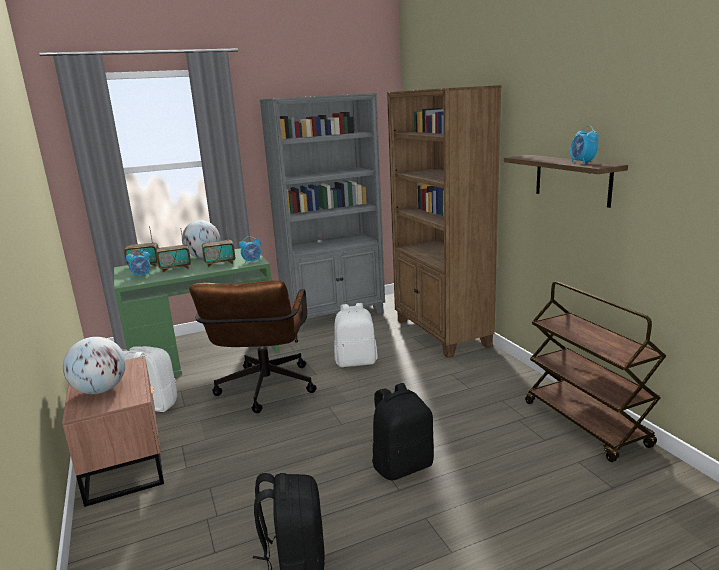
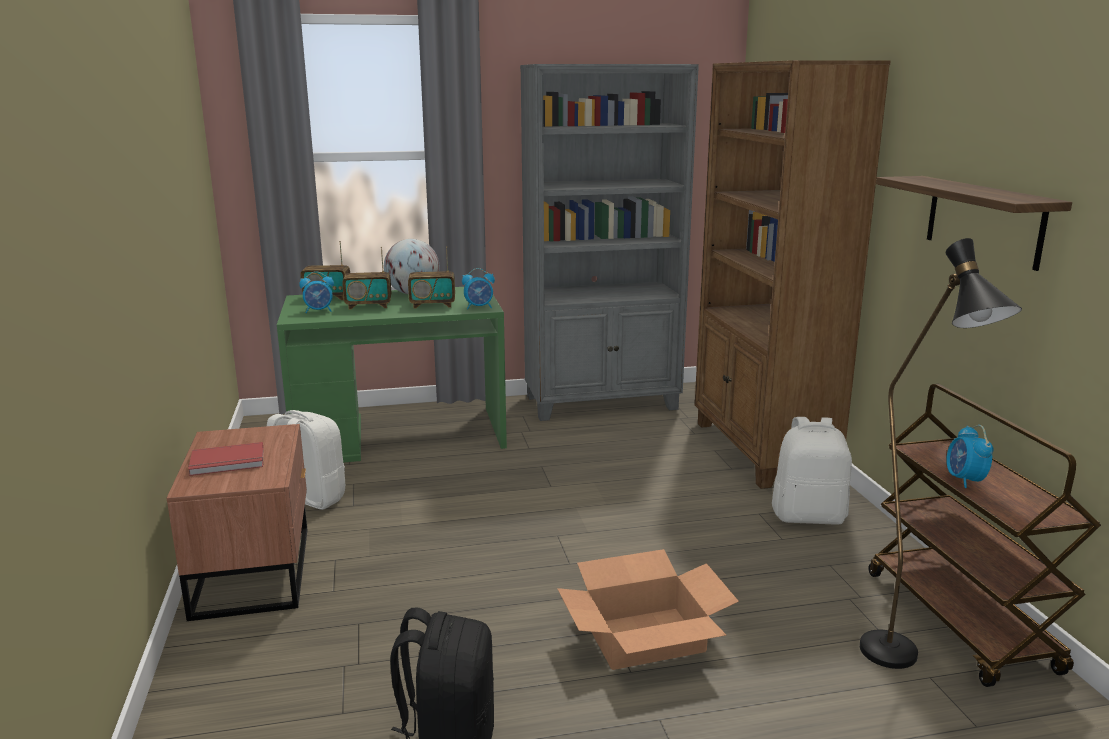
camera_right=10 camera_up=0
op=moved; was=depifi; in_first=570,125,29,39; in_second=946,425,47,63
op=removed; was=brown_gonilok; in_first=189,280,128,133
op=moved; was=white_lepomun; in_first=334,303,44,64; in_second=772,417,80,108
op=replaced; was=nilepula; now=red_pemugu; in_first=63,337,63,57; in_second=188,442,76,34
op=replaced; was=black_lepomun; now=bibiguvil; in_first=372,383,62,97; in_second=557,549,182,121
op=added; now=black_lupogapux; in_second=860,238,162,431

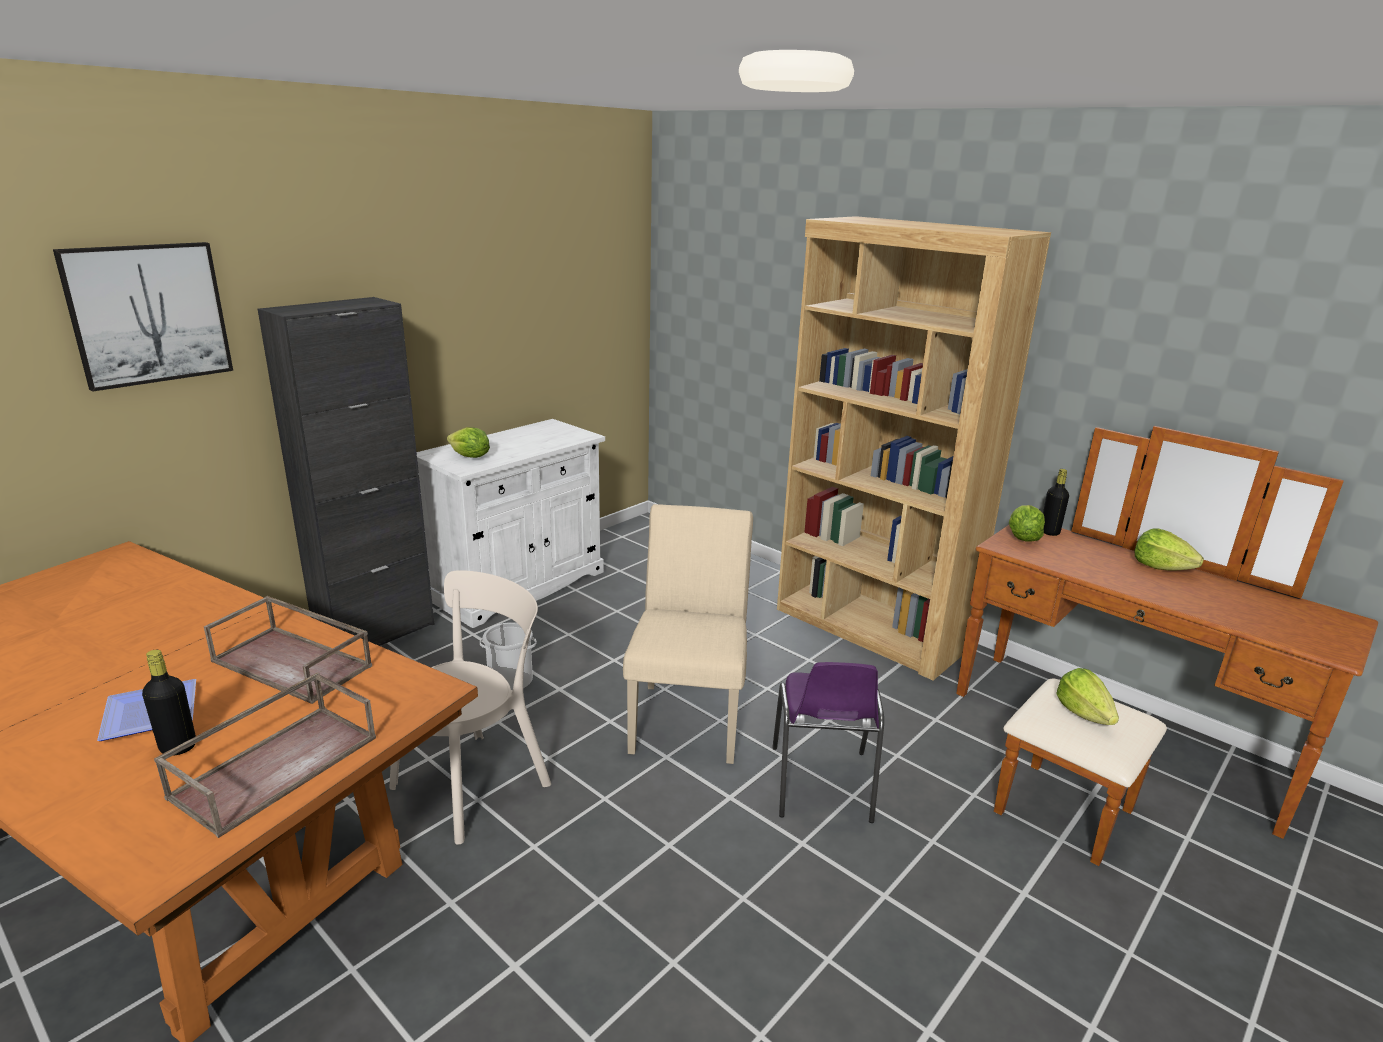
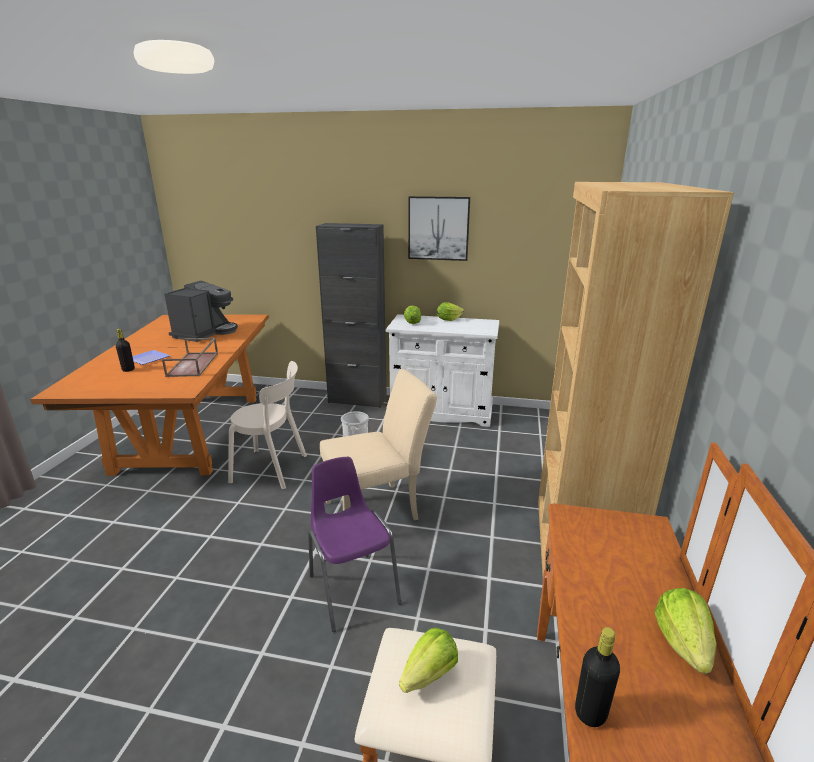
camera_right=60 camera_up=0
op=moved; was=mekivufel; in_first=53,242,180,150; in_second=408,196,62,65
op=moved; was=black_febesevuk; in_first=1043,469,26,67; in_second=575,627,45,100
op=moved; was=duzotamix; in_first=1009,505,36,36; in_second=437,302,27,19
op=turned; was=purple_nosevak; in_first=772,662,112,161; in_second=308,457,93,175; clockwise=90
op=removed; was=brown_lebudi; in_first=154,673,222,165
op=added; now=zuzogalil; in_second=164,280,74,62

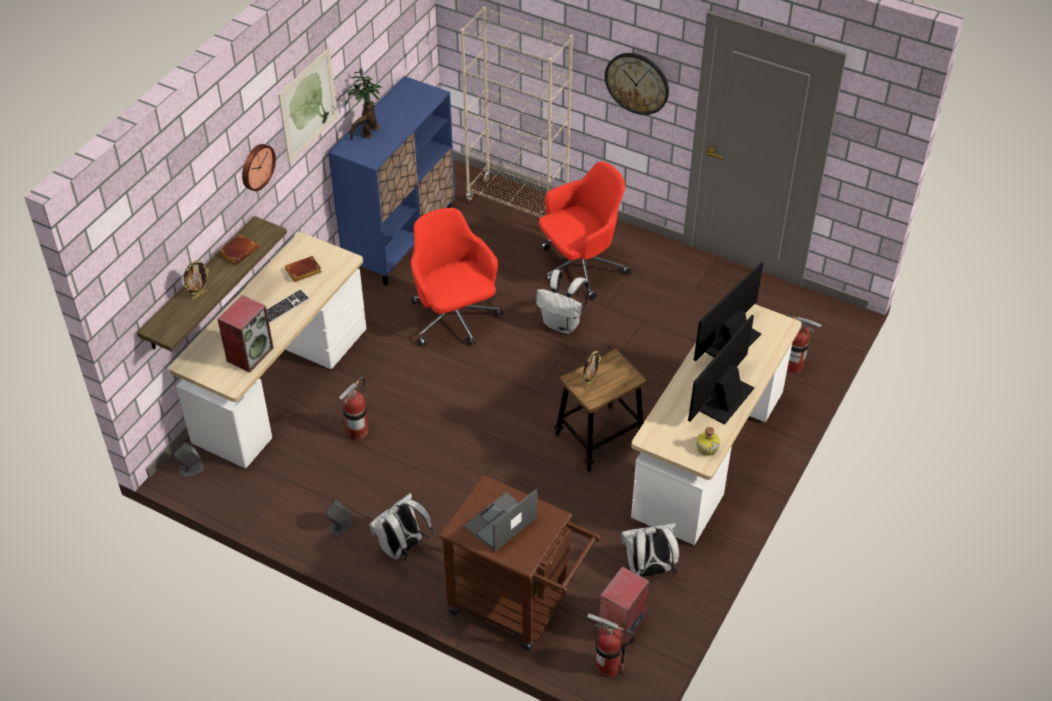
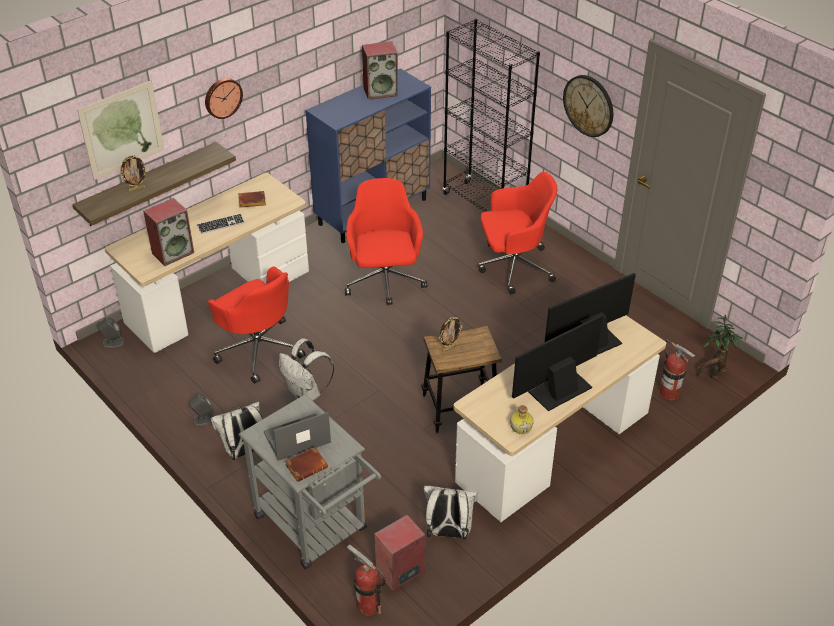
camera_right=20 camera_up=-5
op=recoloured; was=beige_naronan; now=black_naronan; in_first=461,7,112,210; in_second=443,18,97,194
op=moved; was=mekivufel; in_first=278,48,60,116; in_second=77,81,87,99
op=moved; was=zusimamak; in_first=344,68,38,72; in_second=697,315,46,64
op=moved; was=brown_pemugu; in_first=219,234,39,31; in_second=285,447,43,35
op=moved; was=white_lepomun; in_first=536,270,53,64; in_second=279,338,55,63
op=replaced; was=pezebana; now=red_gonilok; in_first=339,377,30,64; in_second=207,266,99,118
op=recoloured; was=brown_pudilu; now=grey_pudilu; in_first=439,475,162,176; in_second=239,394,142,175
op=added; now=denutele; in_second=362,41,36,59

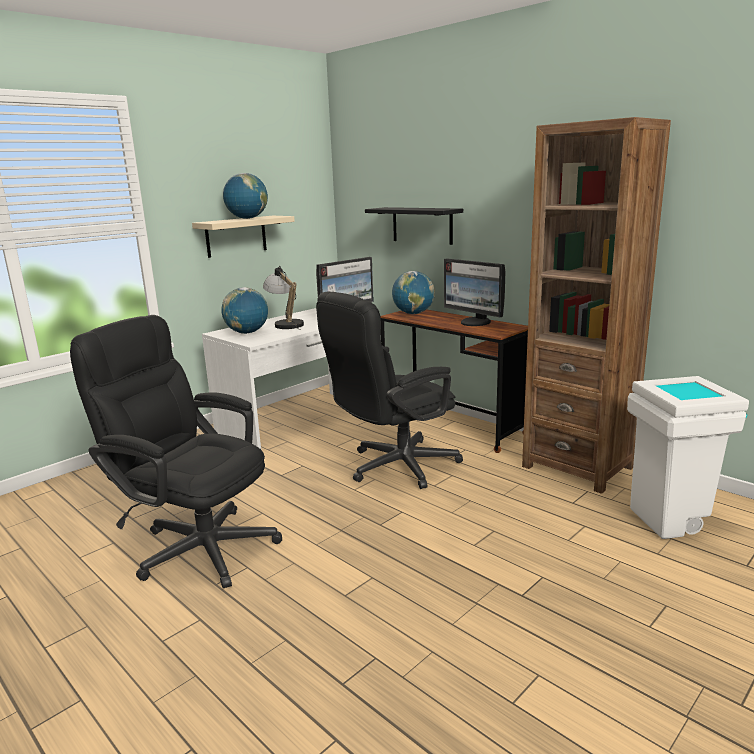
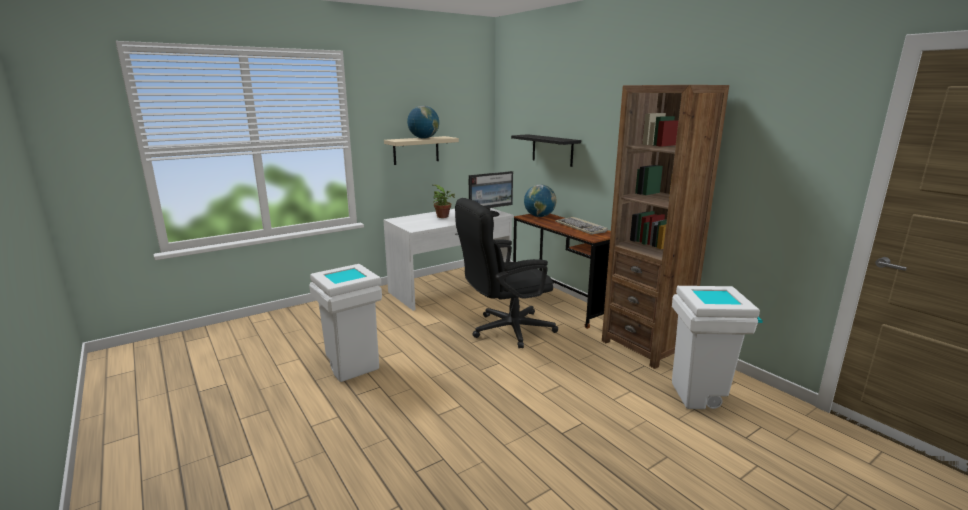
camera_right=10 camera_up=0
op=replaced; was=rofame; now=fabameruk; in_first=444,258,61,68; in_second=555,217,53,18
op=replaced; was=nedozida; now=zusimamak; in_first=263,266,41,64; in_second=432,185,23,33
op=removed; was=nilepula; in_first=221,287,47,47
op=replaced; was=black_gonilok; now=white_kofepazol; in_first=70,315,212,273; in_second=309,264,73,118

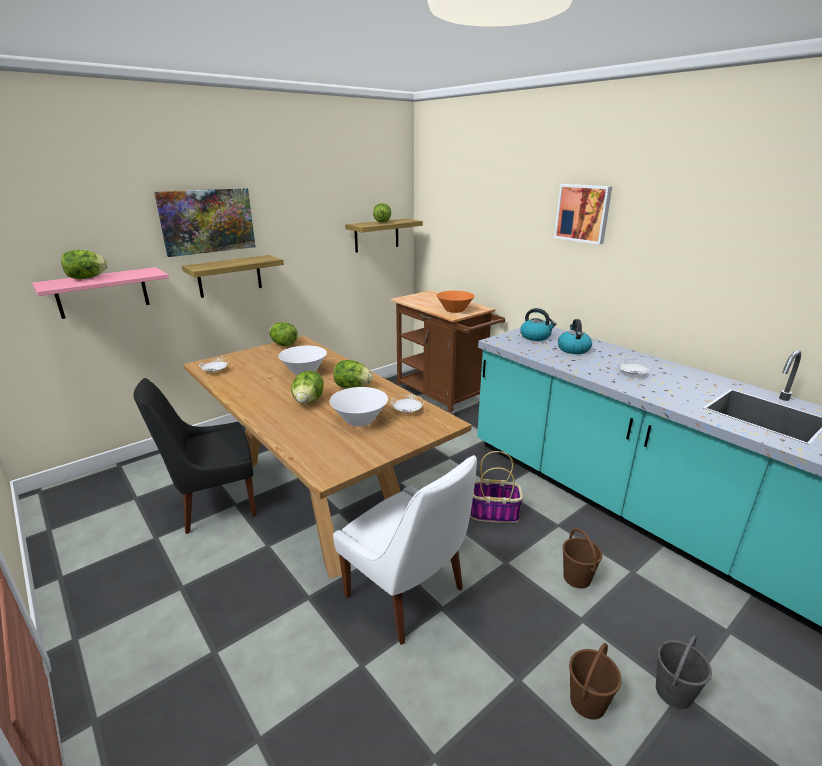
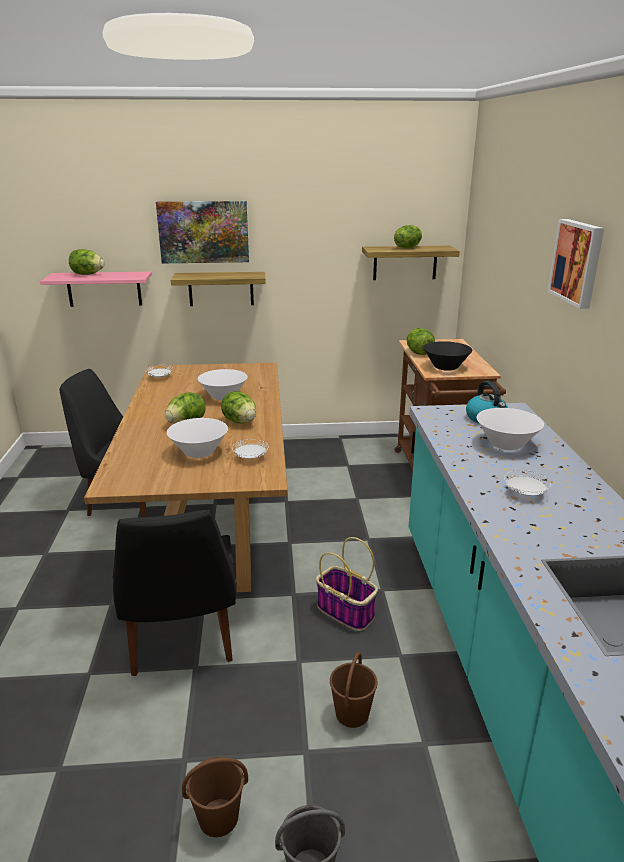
camera_right=35 camera_up=0
op=recoloured; was=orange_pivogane; now=black_pivogane; in_first=437,291,38,22; in_second=423,341,49,30
op=replaced; was=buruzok; now=white_pivogane; in_first=558,319,34,35; in_second=477,408,67,42
op=moved; was=duzotamix; in_first=269,322,29,24; in_second=407,328,28,27
op=recoloured; was=white_nosevak; now=black_nosevak; in_first=333,455,144,190; in_second=113,510,123,166

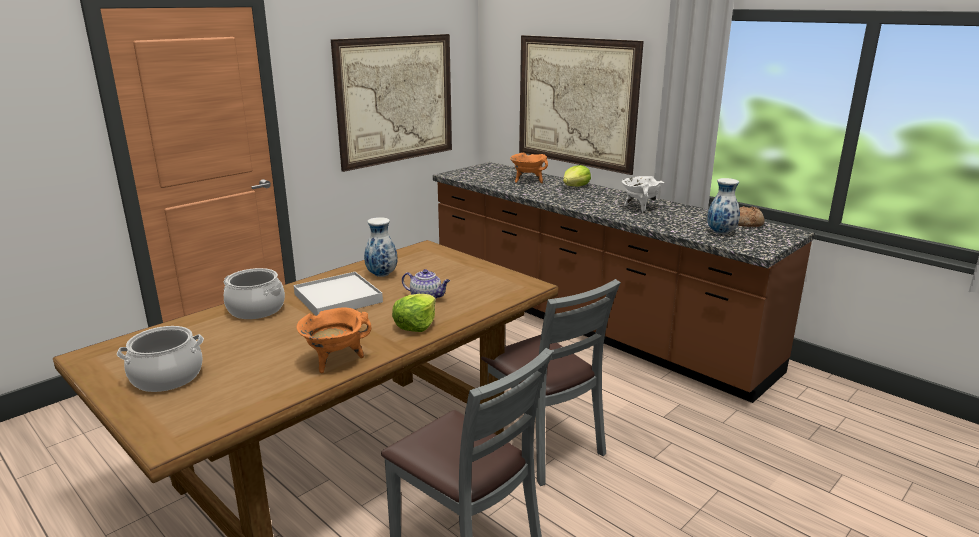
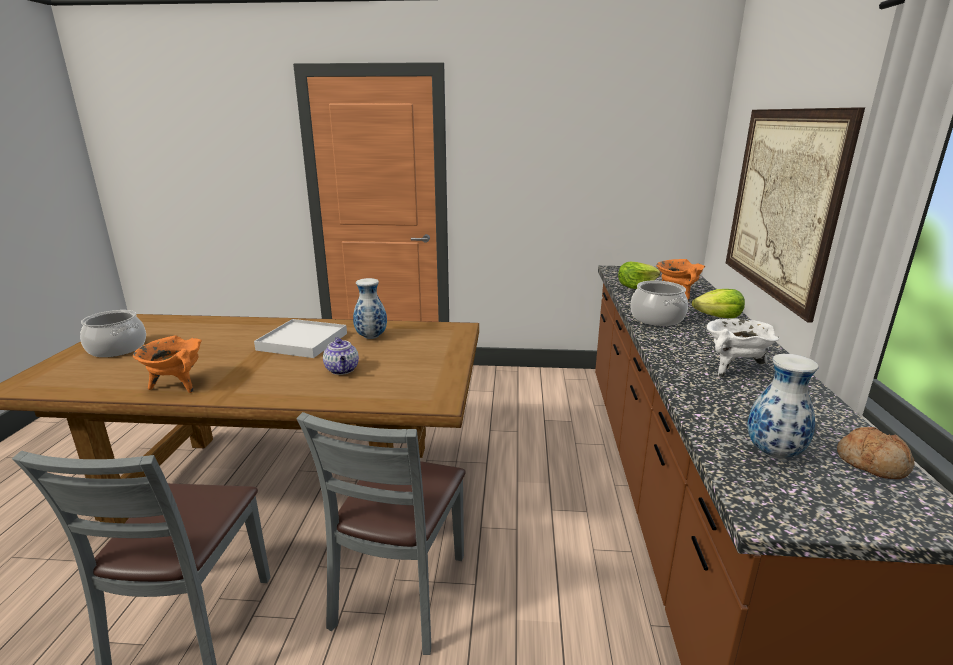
camera_right=50 camera_up=0
op=removed; was=mekivufel; in_first=331,34,121,138
op=moved; was=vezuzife; in_first=224,268,61,51; in_second=630,280,58,46
op=moved; was=duzotamix; in_first=392,294,44,38; in_second=618,262,42,27

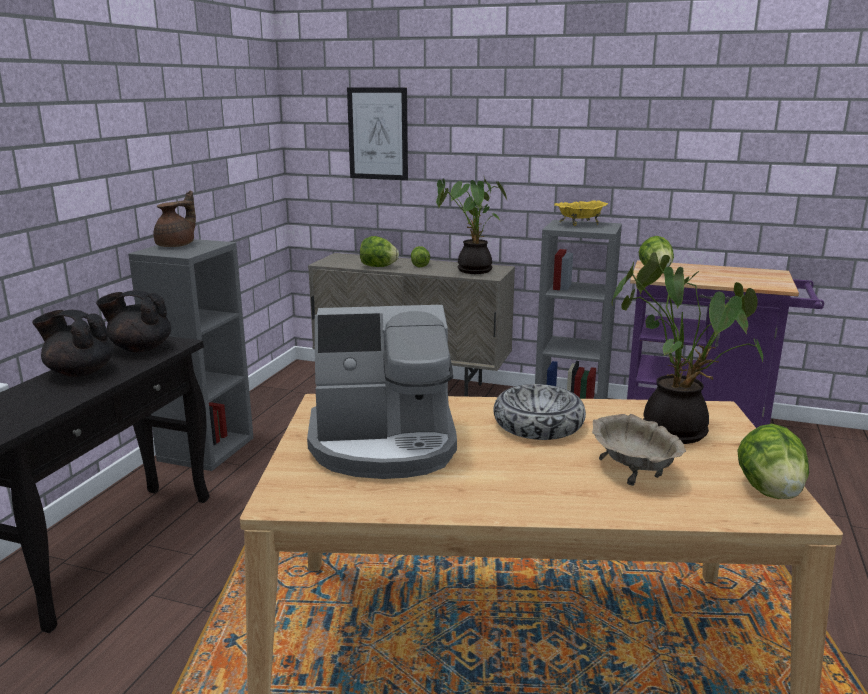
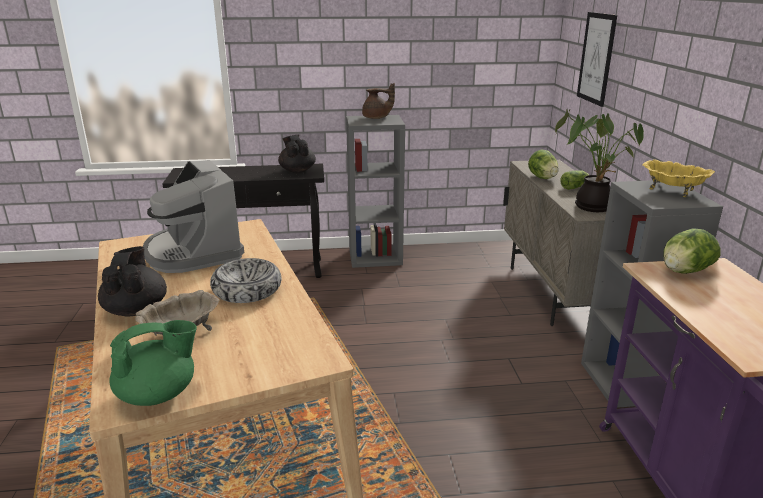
camera_right=65 camera_up=5
op=removed; was=zusimamak; in_first=612,252,151,192
op=moved; was=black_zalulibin; in_first=32,310,82,67; in_second=98,246,69,70
op=replaced; was=duzotamix; now=green_zalulibin; in_first=737,424,72,75; in_second=109,320,88,86

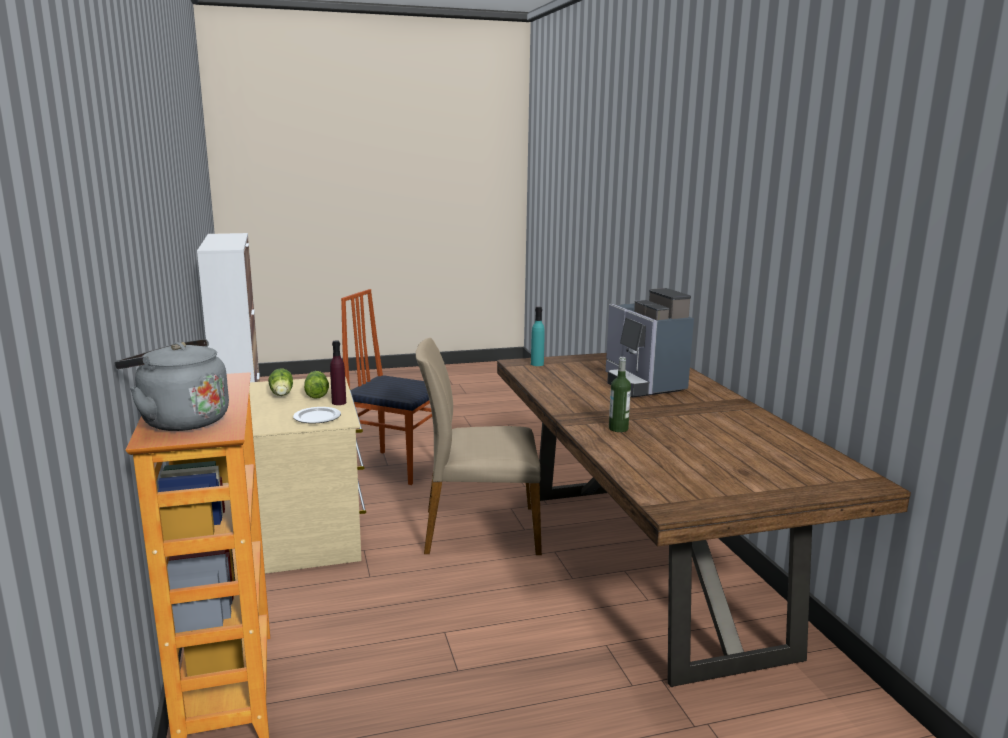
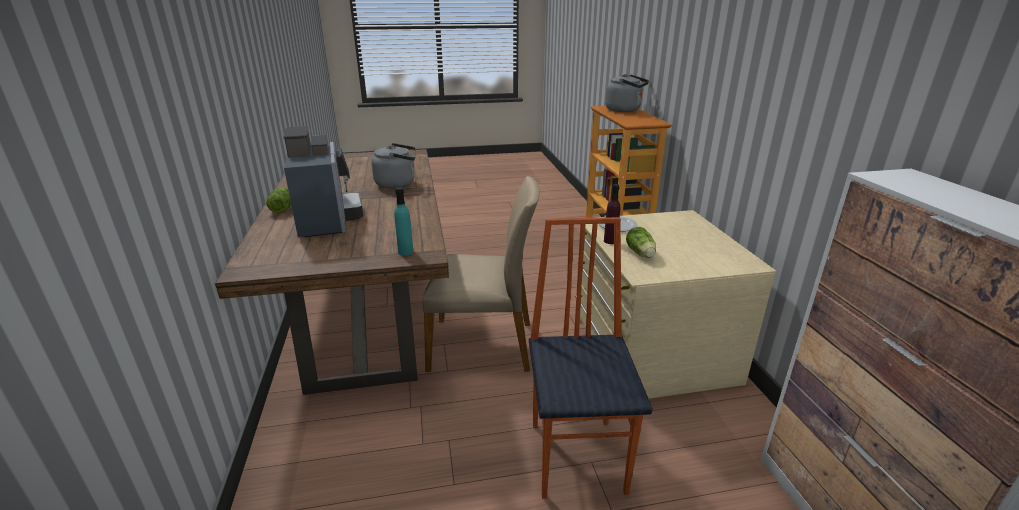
camera_right=-175 camera_up=10
op=turned; was=nosevak; in_first=341,289,91,196; in_second=529,217,124,282; clockwise=-120
op=replaced; was=febesevuk; now=grey_buruzok; in_first=609,357,22,75; in_second=371,143,45,46
op=moved; was=duzotamix; in_first=268,368,25,28; in_second=266,187,25,26

